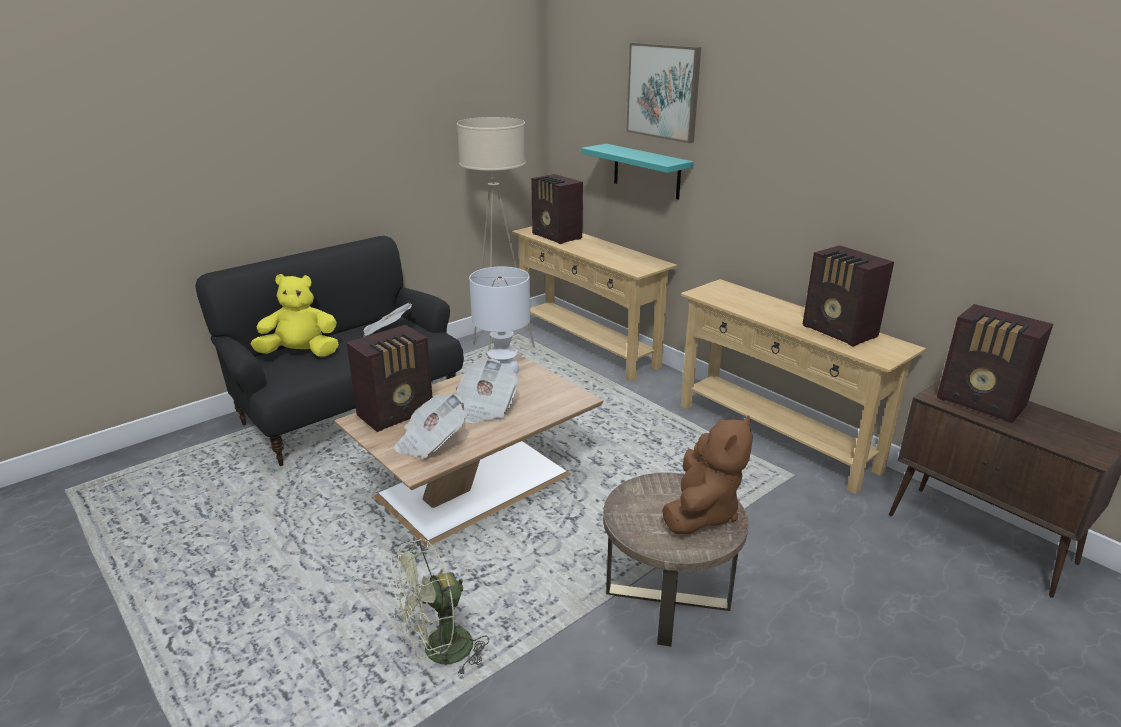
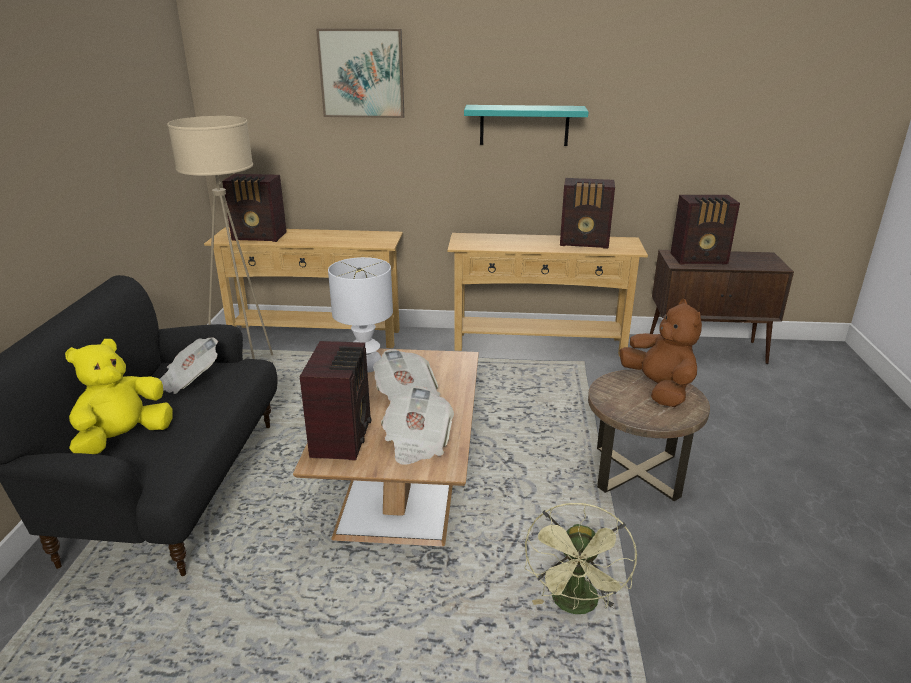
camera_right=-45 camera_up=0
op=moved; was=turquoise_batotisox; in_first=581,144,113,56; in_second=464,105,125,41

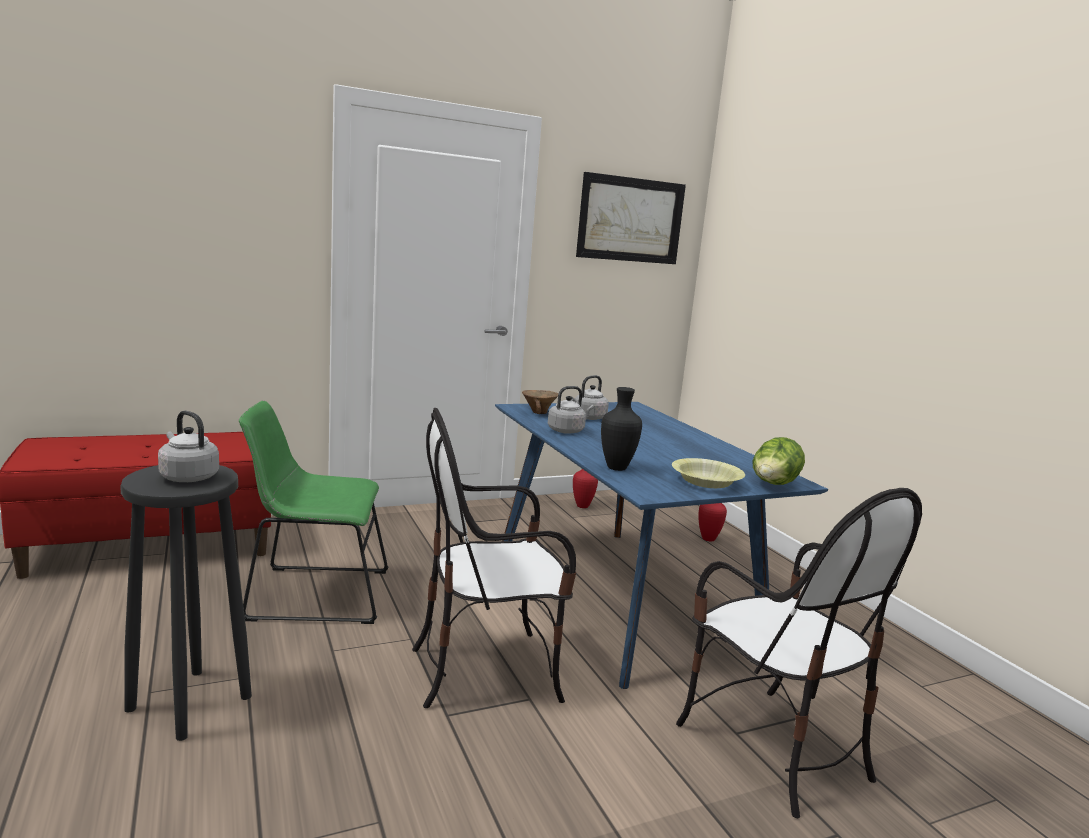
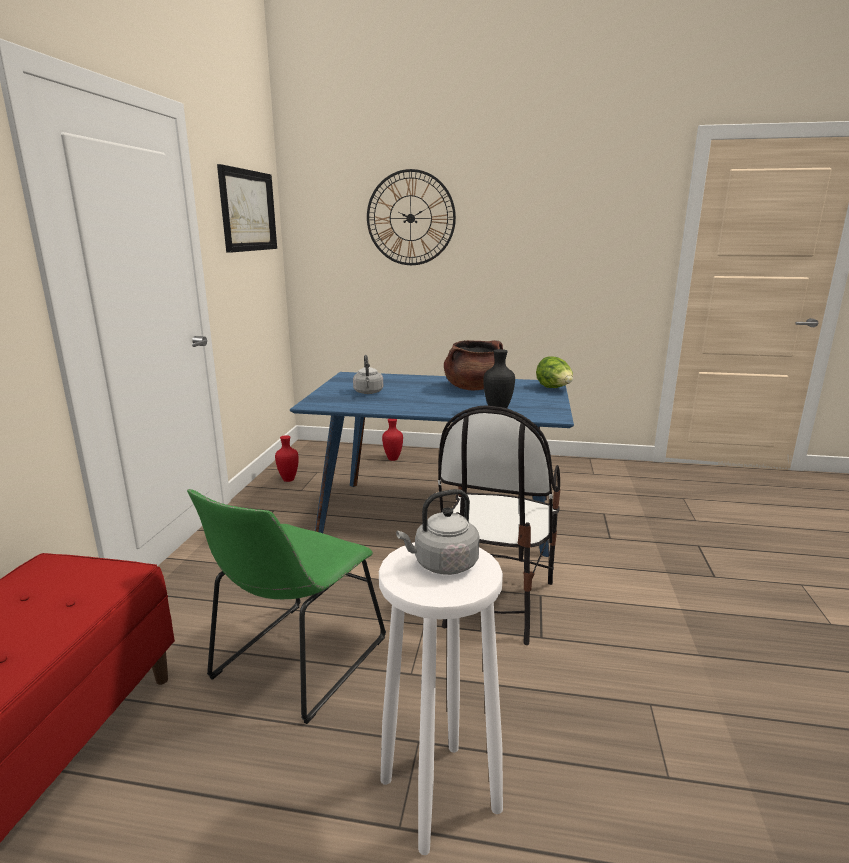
camera_right=-55 camera_up=5
op=removed; was=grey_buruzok; in_first=548,386,46,48
op=removed; was=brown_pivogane; in_first=522,390,36,24
op=removed; was=yellow_pivogane; in_first=672,458,73,30
op=recoloured; was=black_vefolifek; now=white_vefolifek; in_first=120,465,132,276; in_second=379,542,124,313
op=removed; was=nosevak; in_first=676,488,246,330
op=added; now=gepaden; in_second=367,169,89,96
op=added; now=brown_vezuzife; in_second=444,340,59,50

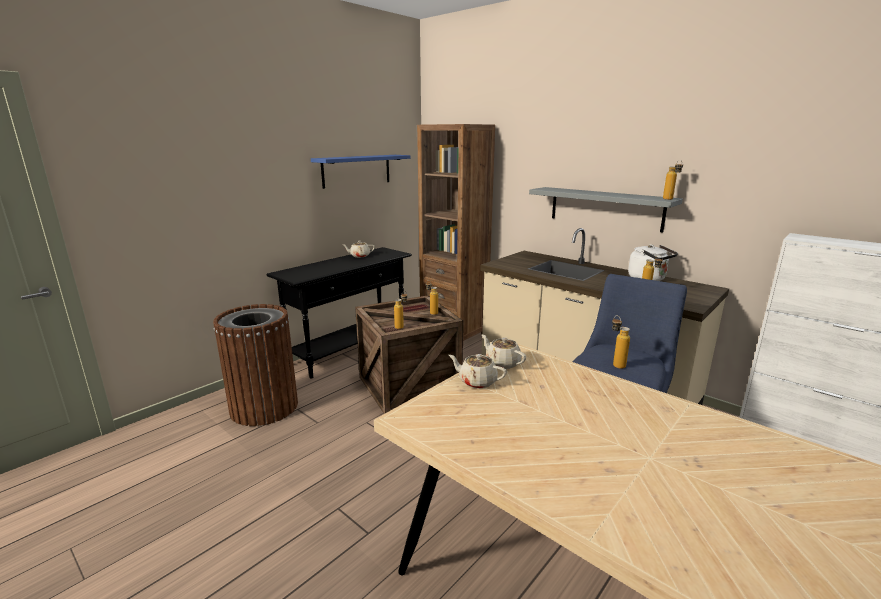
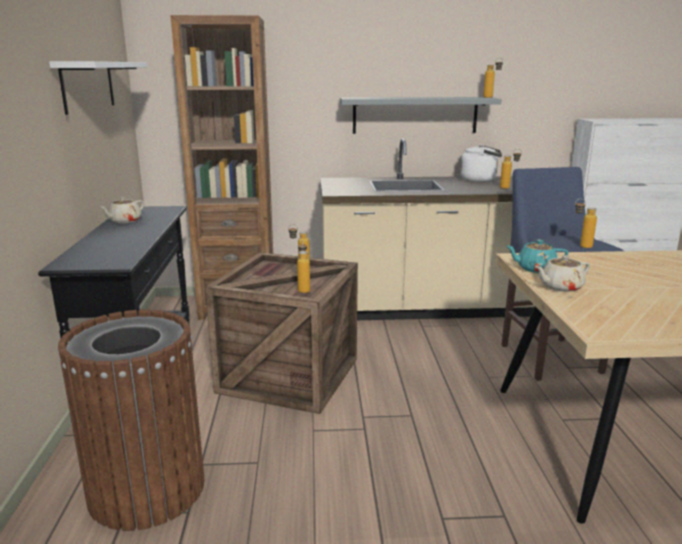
camera_right=-45 camera_up=0
op=recoloured; was=blue_batotisox; now=white_batotisox; in_first=311,155,100,34; in_second=49,61,98,54
op=recoloured; was=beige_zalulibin; now=turquoise_zalulibin; in_first=482,335,44,34; in_second=506,240,62,33

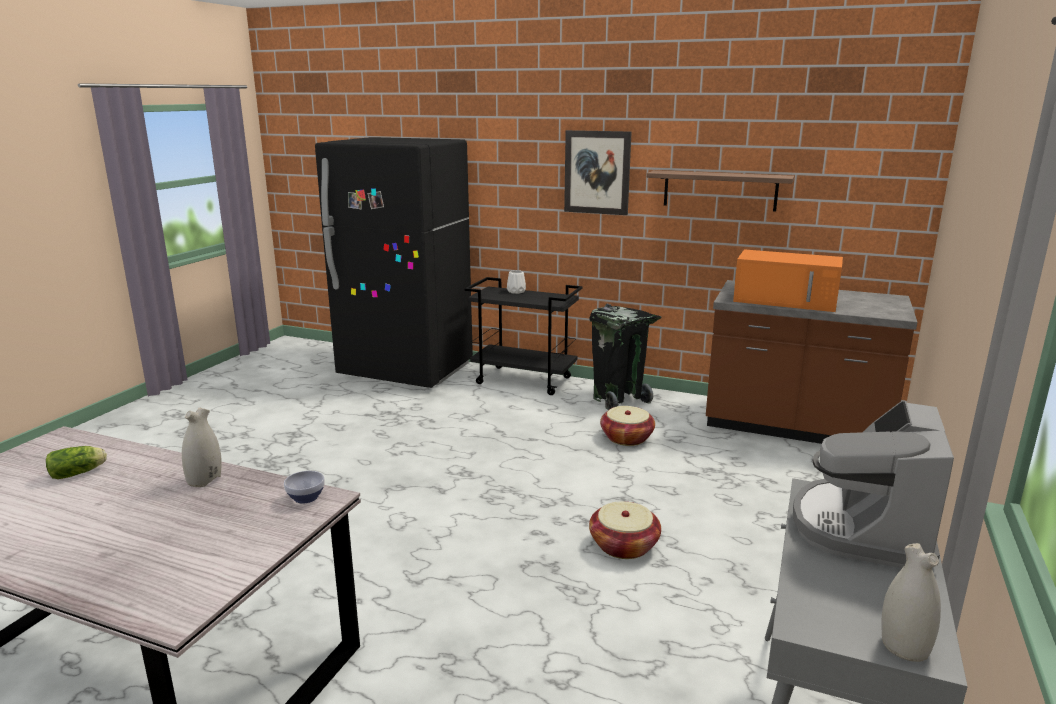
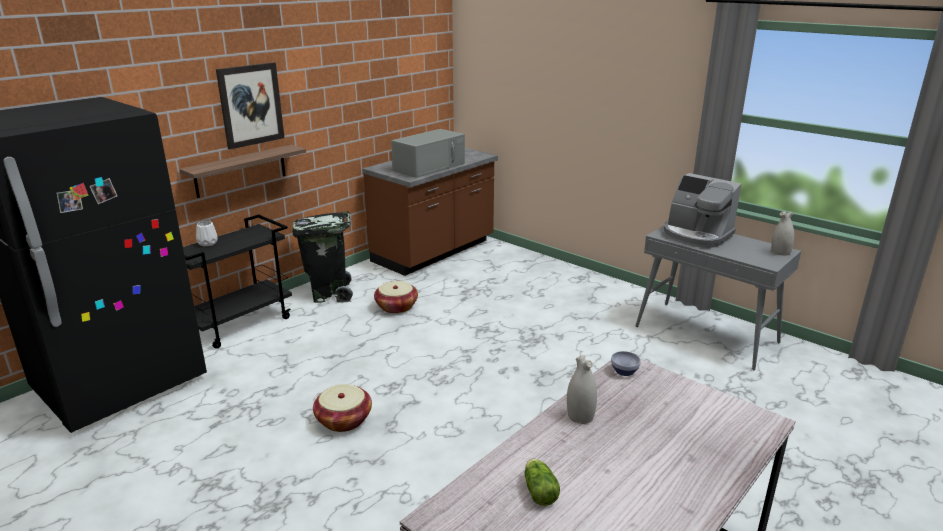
camera_right=-70 camera_up=5
op=moved; was=batotisox; in_first=647,170,147,42; in_second=180,145,126,53
op=recoloured; was=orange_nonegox; now=grey_nonegox; in_first=733,249,110,63; in_second=391,129,74,49
op=moved; was=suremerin; in_first=589,501,72,58; in_second=313,384,59,48

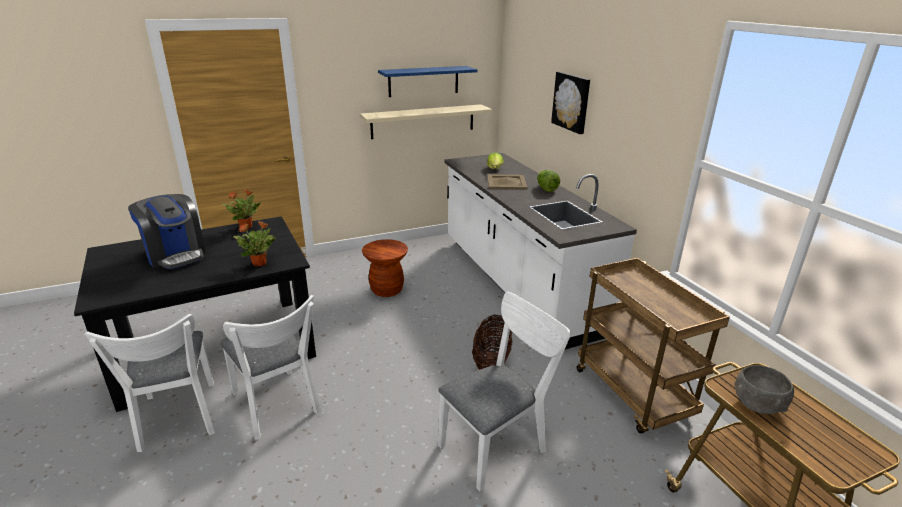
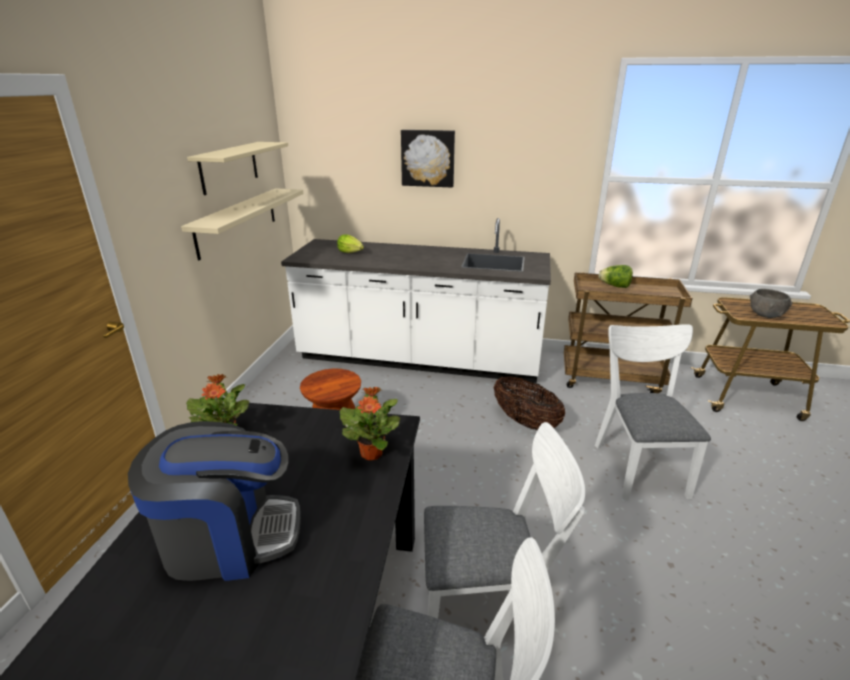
camera_right=-55 camera_up=0
op=recoloured; was=blue_batotisox; now=beige_batotisox; in_first=378,66,100,31; in_second=187,142,101,53
op=moved; was=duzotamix; in_first=537,170,23,22; in_second=599,265,34,23
op=removed; was=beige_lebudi; in_first=487,174,41,15

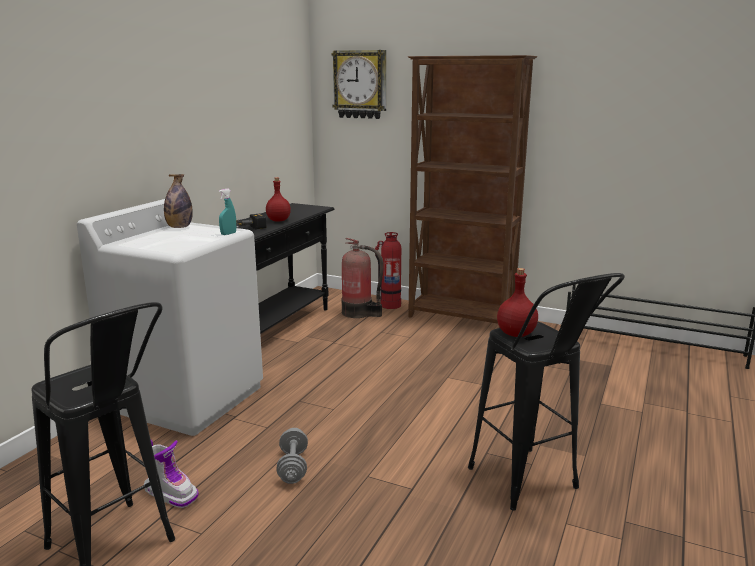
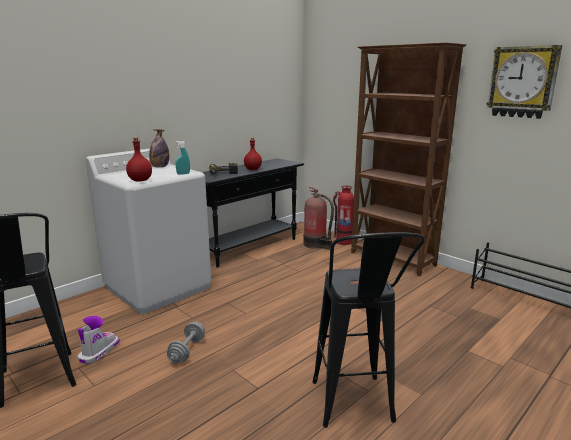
camera_right=20 camera_up=0
op=moved; was=gepaden; in_first=331,50,55,69; in_second=486,45,76,74
op=moved; was=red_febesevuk; in_first=497,268,41,69; in_second=126,137,26,45
op=turned; was=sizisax; in_first=144,440,55,68; in_second=78,316,42,48; clockwise=-120

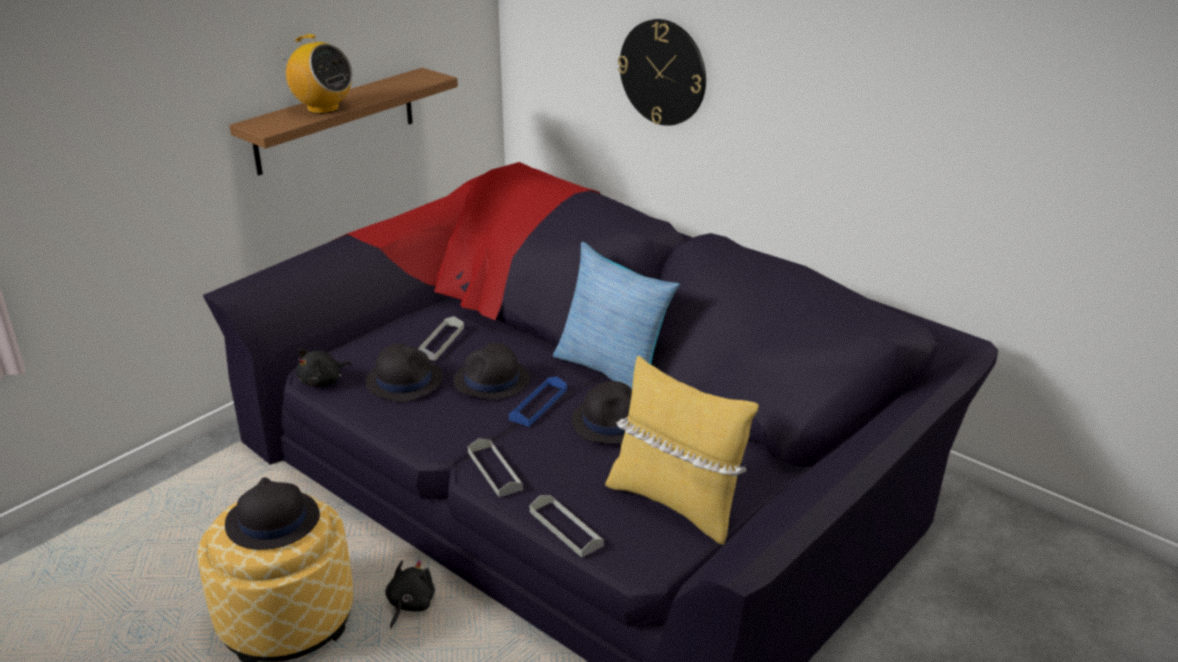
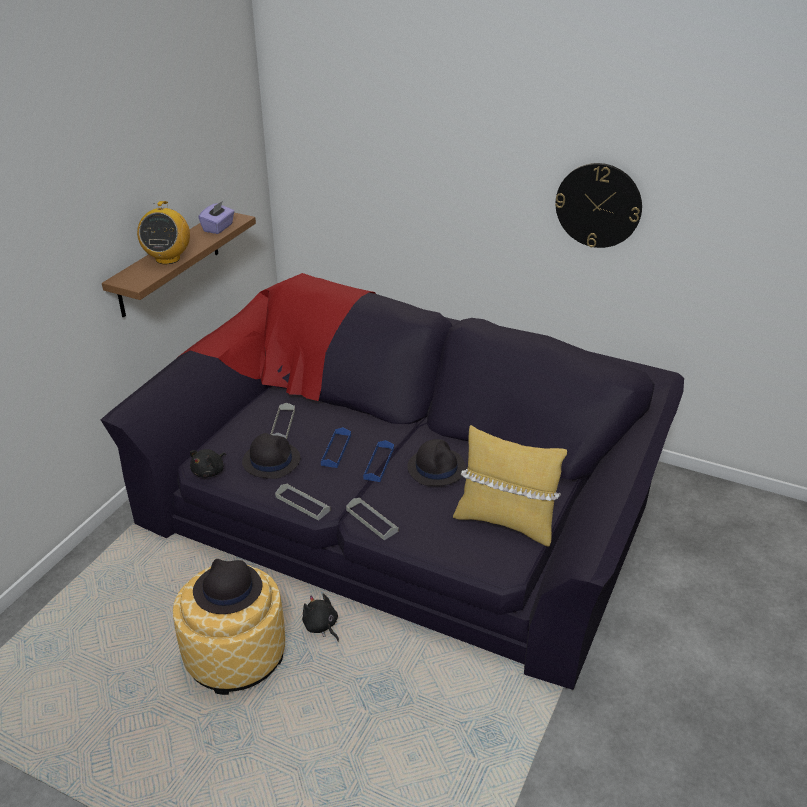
camera_right=-15 camera_up=5
op=moved; was=gepaden; in_first=618,19,88,107; in_second=555,163,87,85
op=turned; was=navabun; in_first=278,34,75,80; in_second=137,201,53,63; clockwise=75
op=removed; was=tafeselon; in_first=553,242,127,147
op=replaced; was=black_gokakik; now=blue_lebudi; in_first=453,342,77,57; in_second=321,427,30,41
op=moved; was=grey_lebudi; in_first=530,495,74,62; in_second=275,484,56,37
op=turned; was=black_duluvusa; in_first=385,560,50,69; in_second=302,594,37,48; clockwise=-45
op=added; now=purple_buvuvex; in_second=198,201,37,33

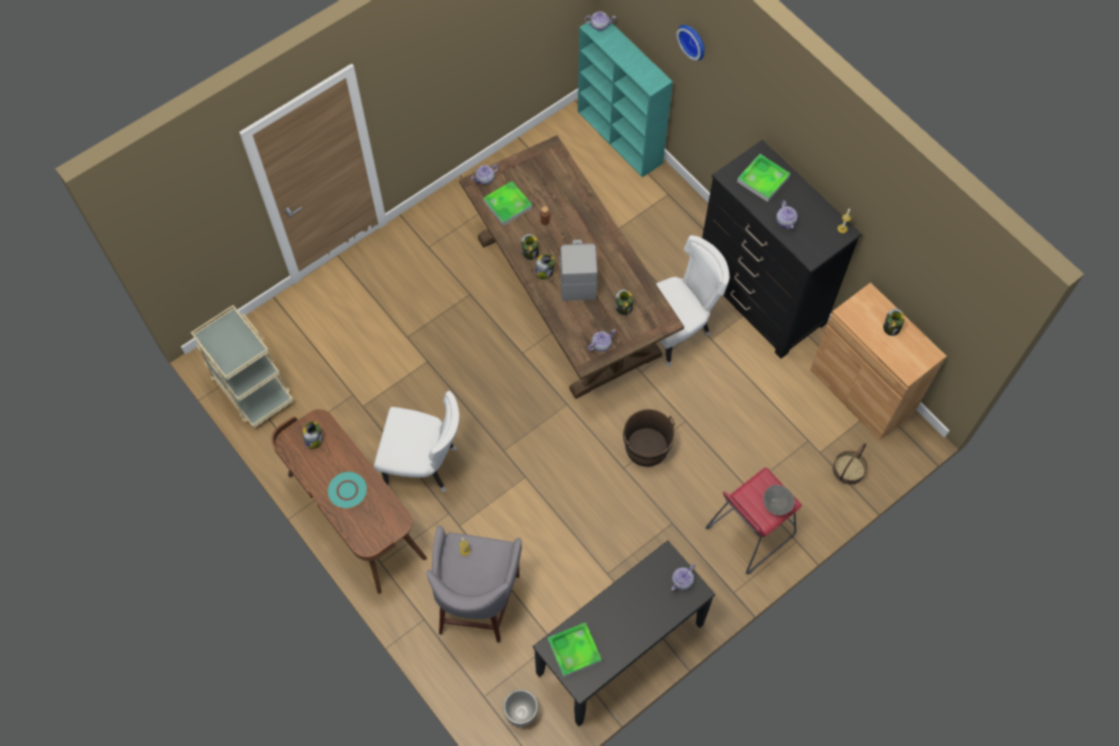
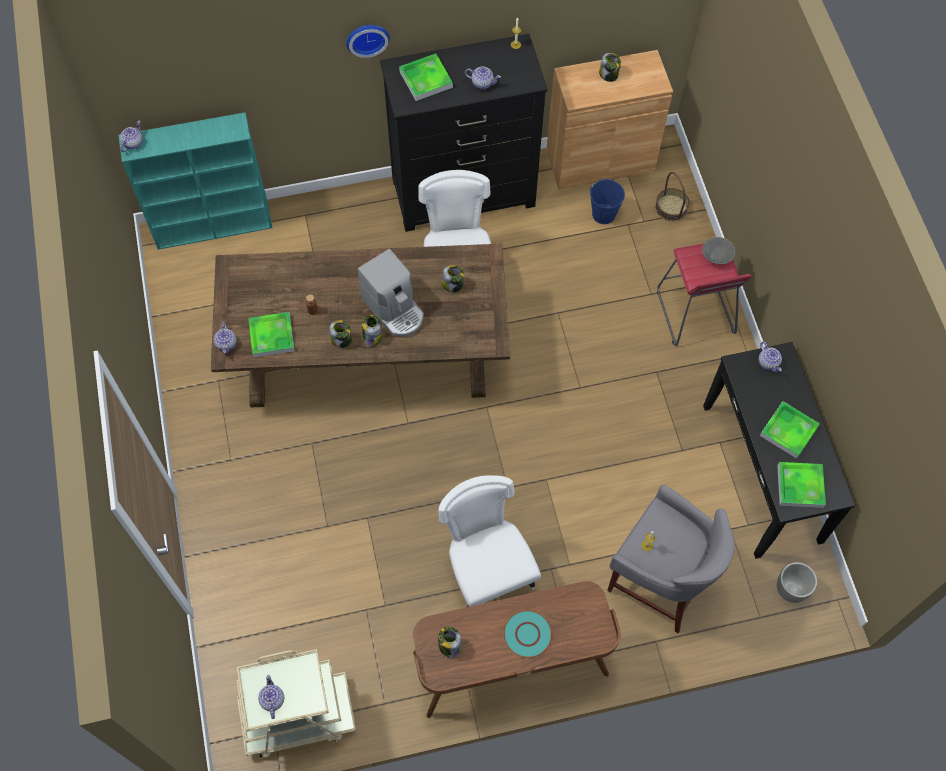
camera_right=-65 camera_up=0
op=moved; was=gepaden; in_first=676,25,29,36; in_second=346,25,44,33
op=turned; was=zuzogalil; in_first=560,240,38,61; in_second=358,248,66,89; clockwise=-150
op=moved; was=zalulibin; in_first=588,329,28,23; in_second=258,675,26,44
op=turned; was=white_nosevak; in_first=374,391,85,102; in_second=438,475,103,132; clockwise=-60
op=removed; was=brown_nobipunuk; in_first=623,409,52,58
op=added; now=blue_nobipunuk; in_second=590,179,35,45
op=added; now=lebudi; in_second=760,401,60,58

